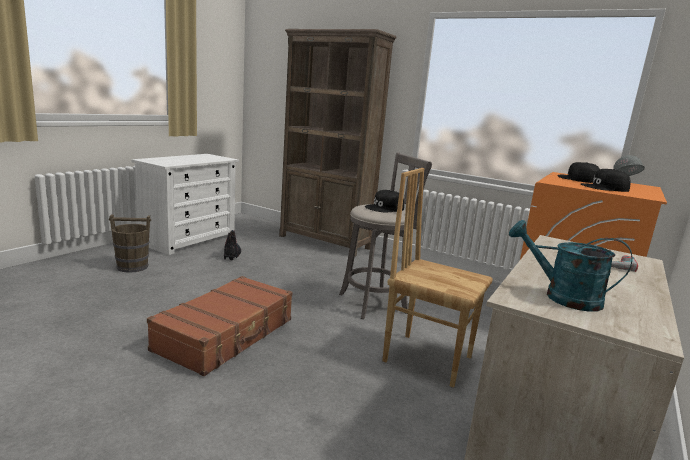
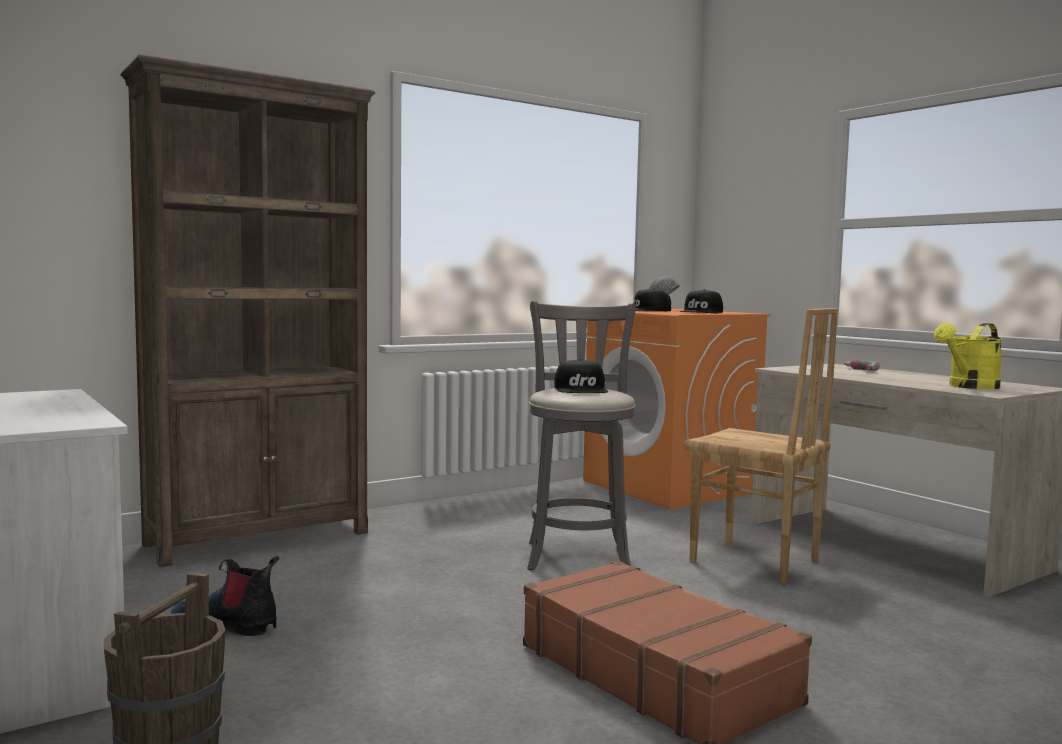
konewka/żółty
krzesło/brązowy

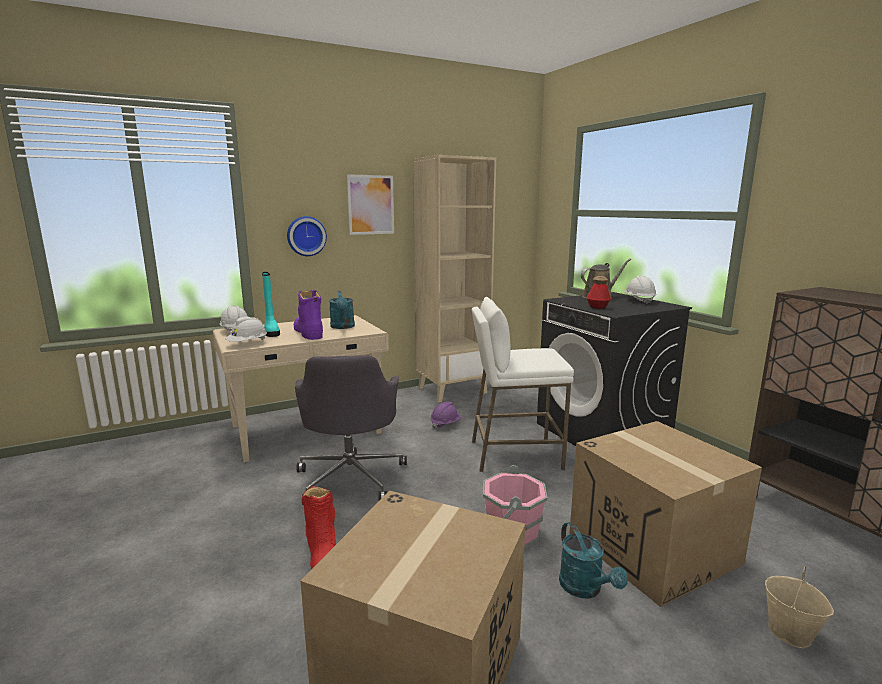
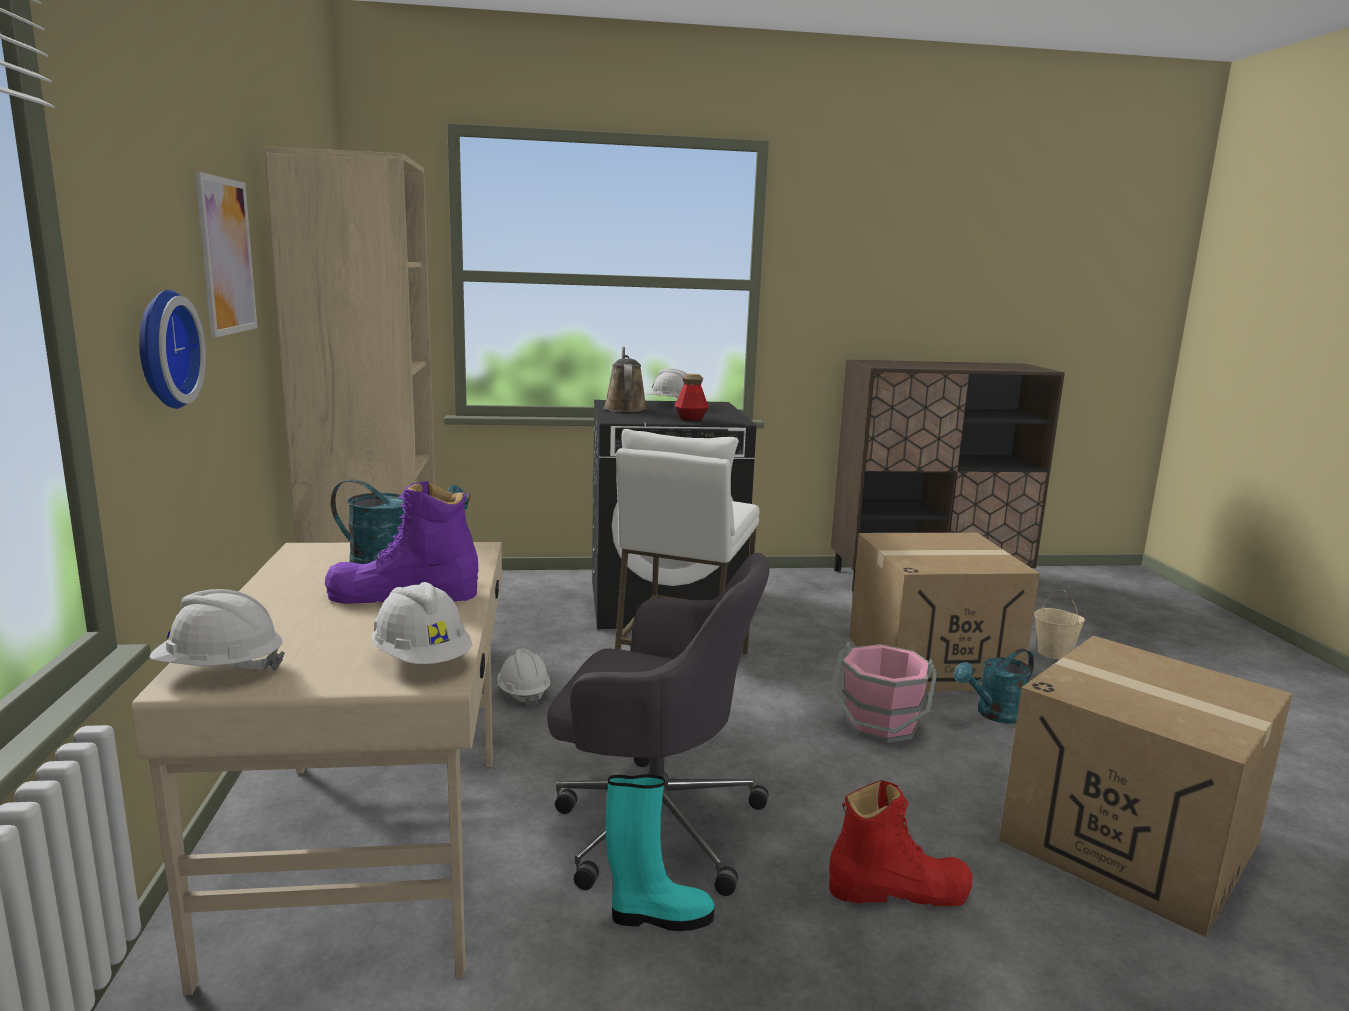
but z cholewką/turkusowy
kask/biały (no. 3 from left)
konewka/turkusowy (no. 2 from left)

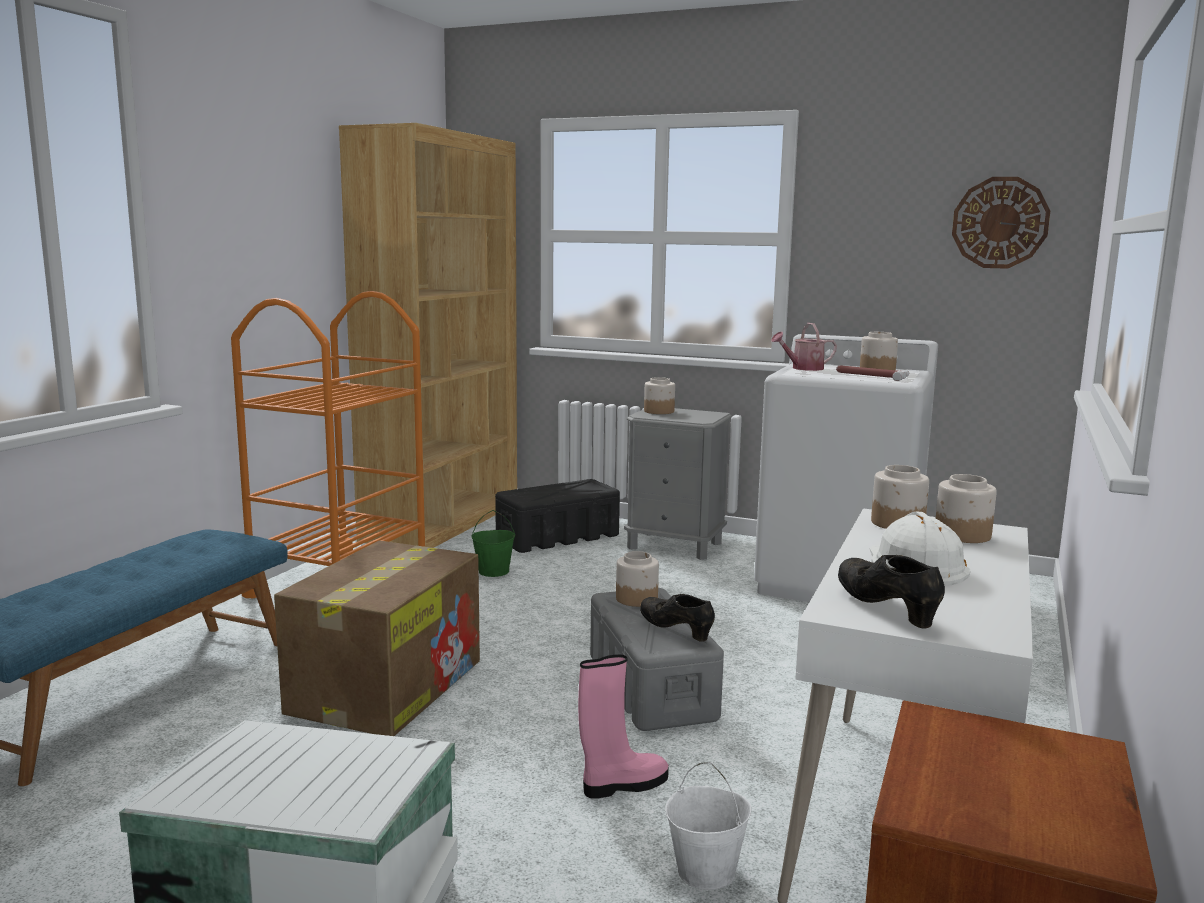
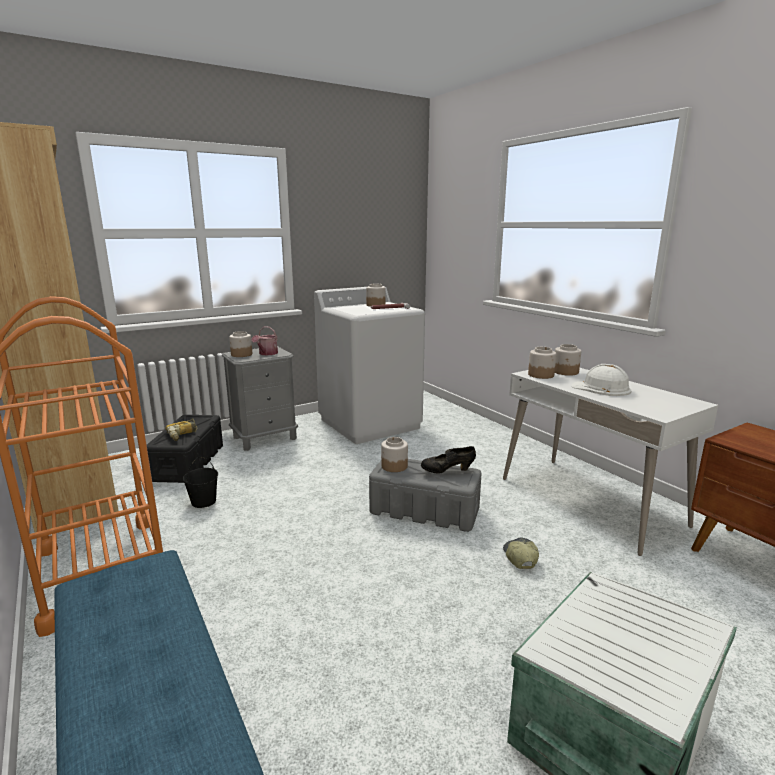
karton
wiadro/biały
but/czarny (no. 2 from left in the first image)
zegar ścienny
wiertarka
konewka
czapka z daszkiem
wiadro/czarny

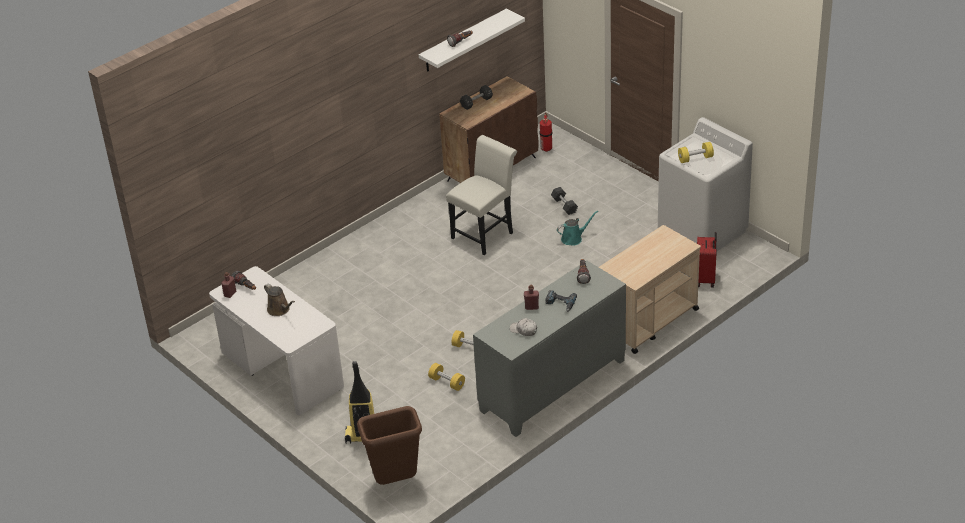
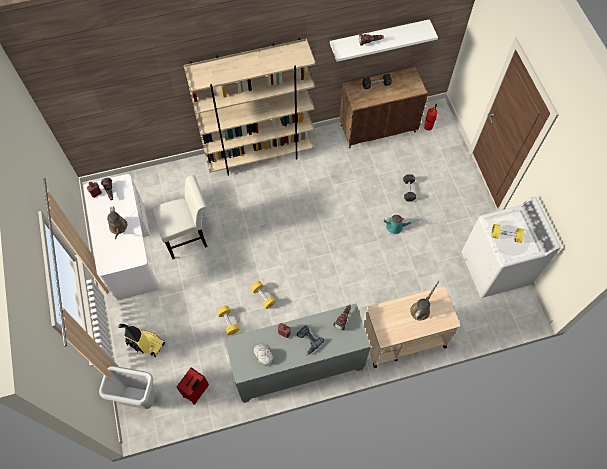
regał/beżowy
konewka/brązowy (no. 2 from left)
krzesło/biały
walizka/czerwony
kosz na śmieci/szary

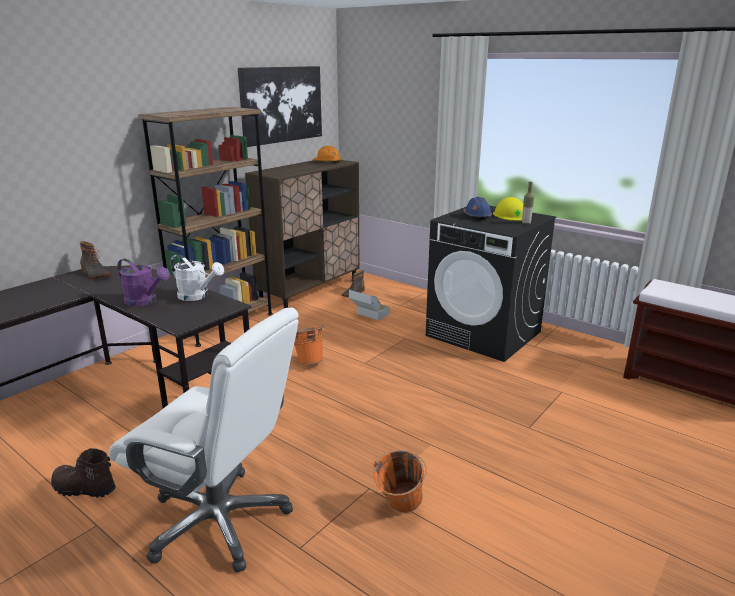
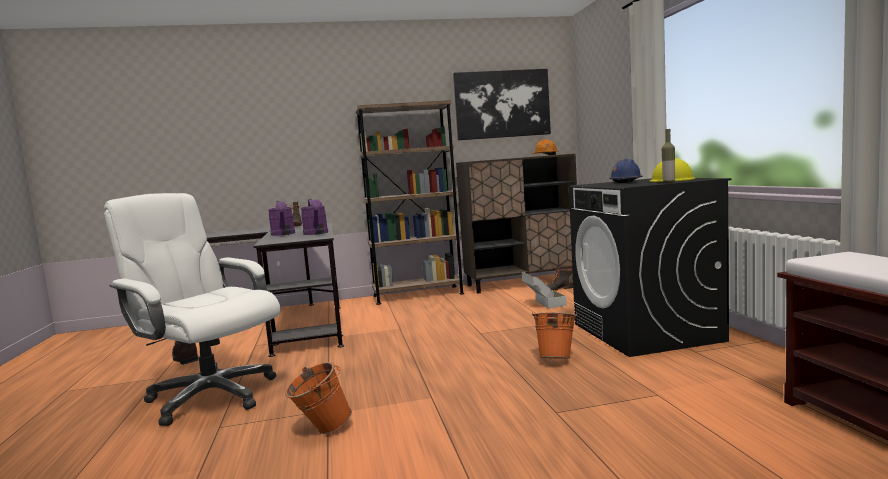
wiadro/pomarańczowy (no. 2 from left)
konewka/fioletowy (no. 2 from left)
krzesło biurowe/biały

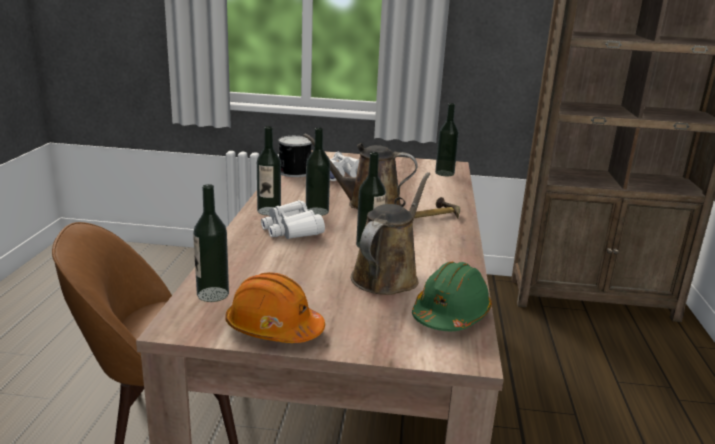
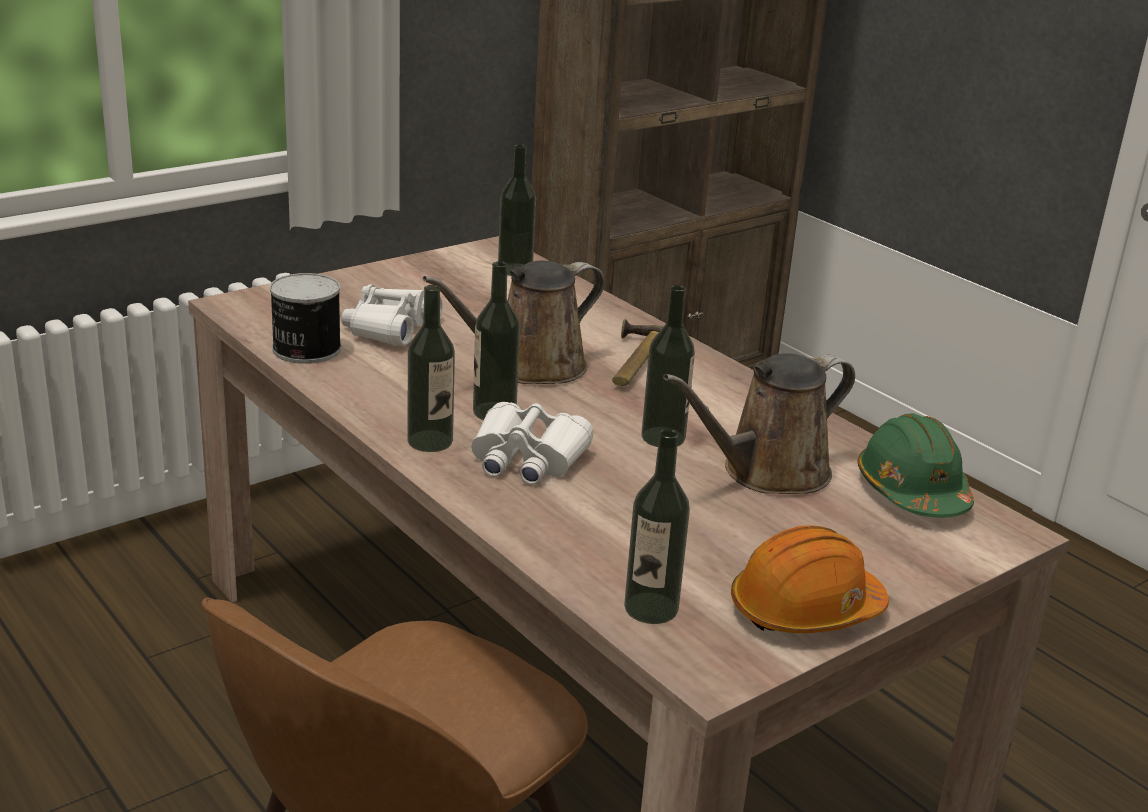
konewka/brązowy (no. 2 from left)

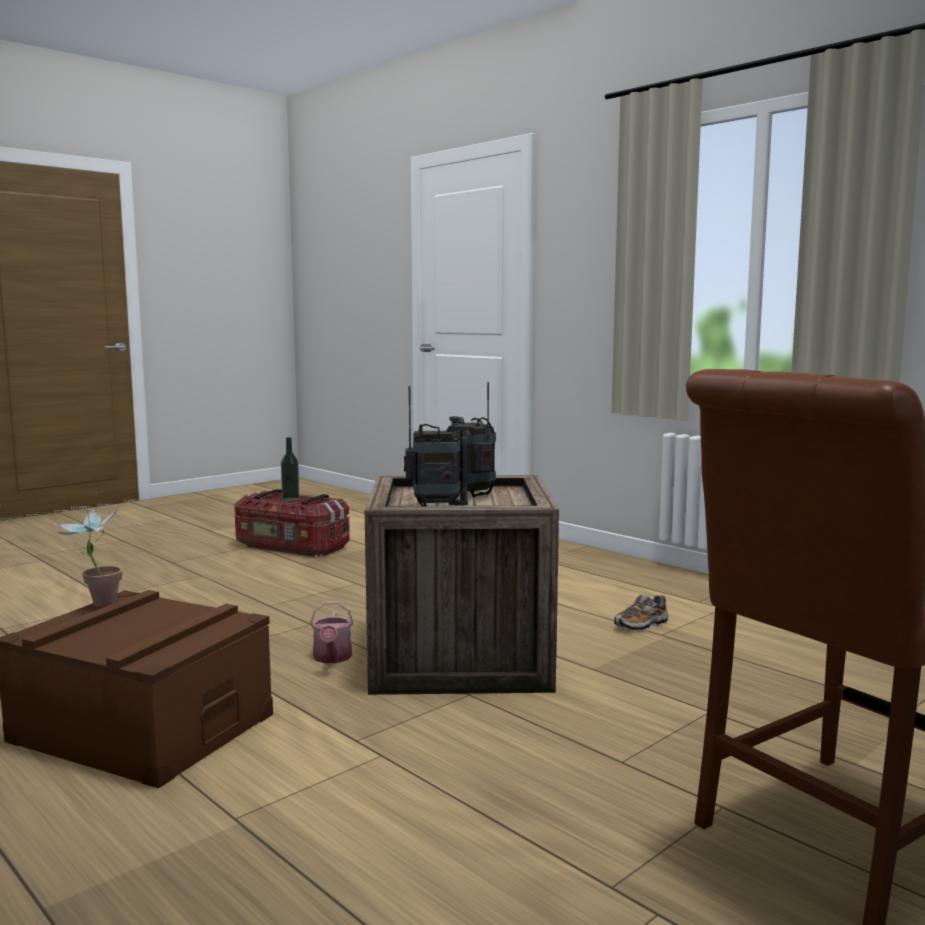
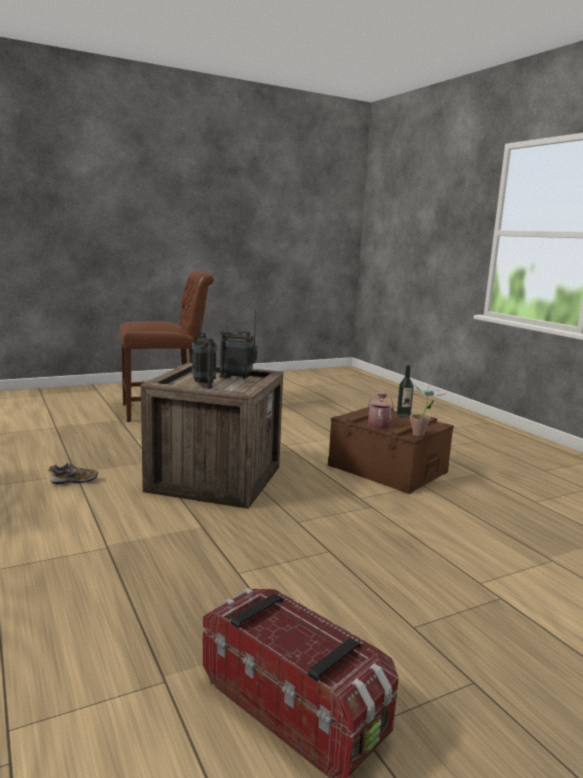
butelka
konewka

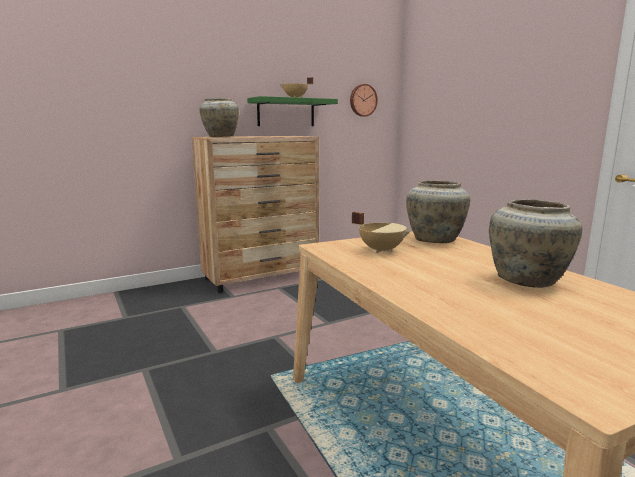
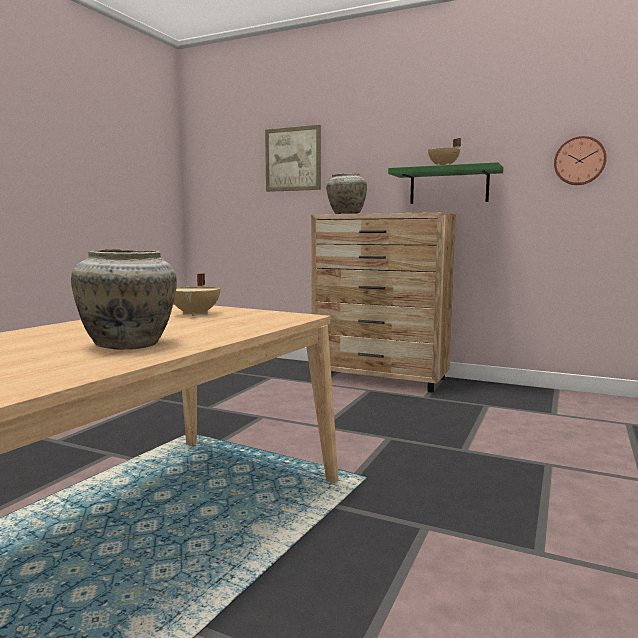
wazon/beżowy (no. 2 from left in the first image)
obraz

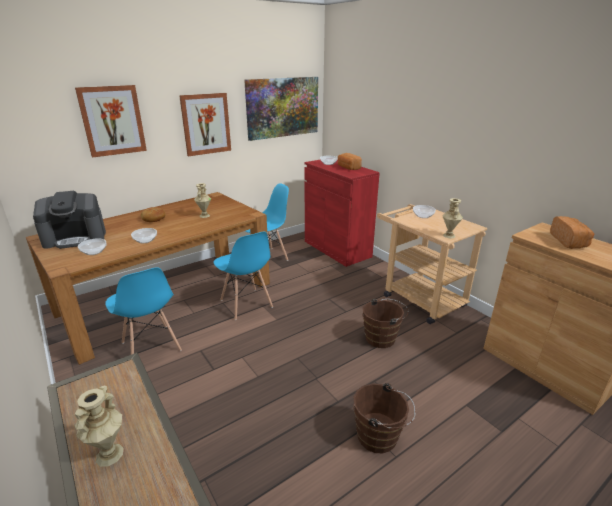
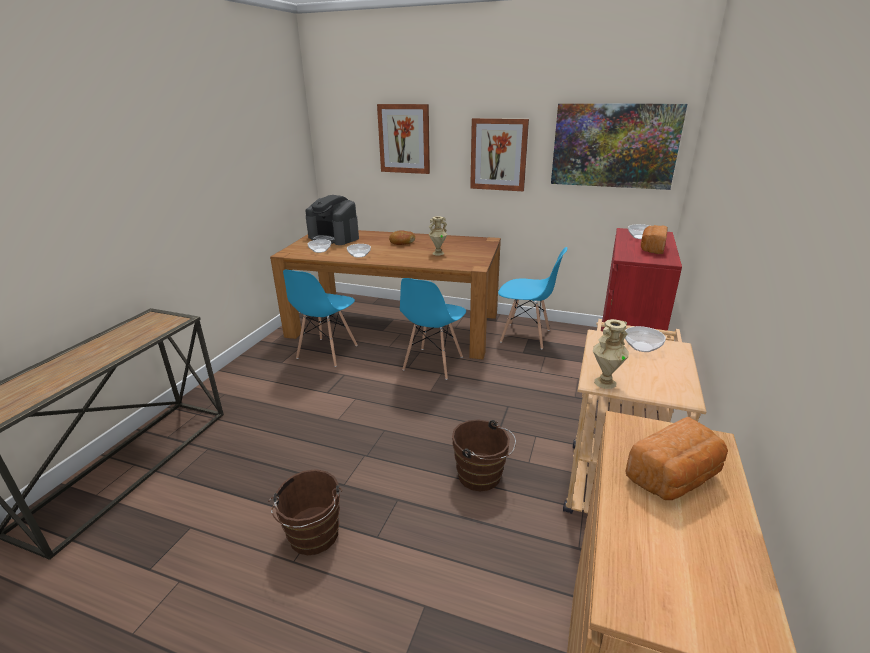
wazon/beżowy (no. 1 from left in the first image)

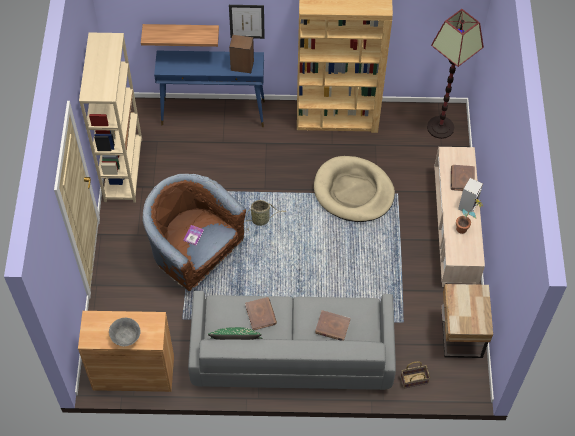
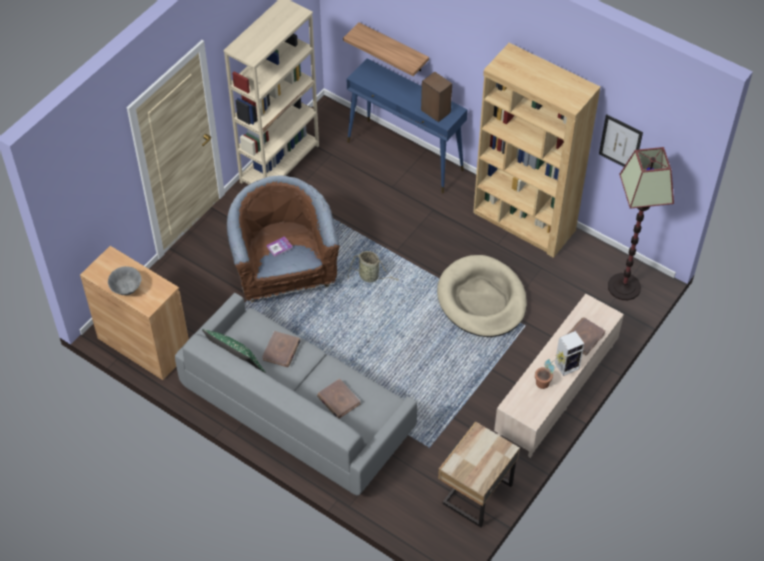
koszyk (no. 2 from left in the first image)
obraz

